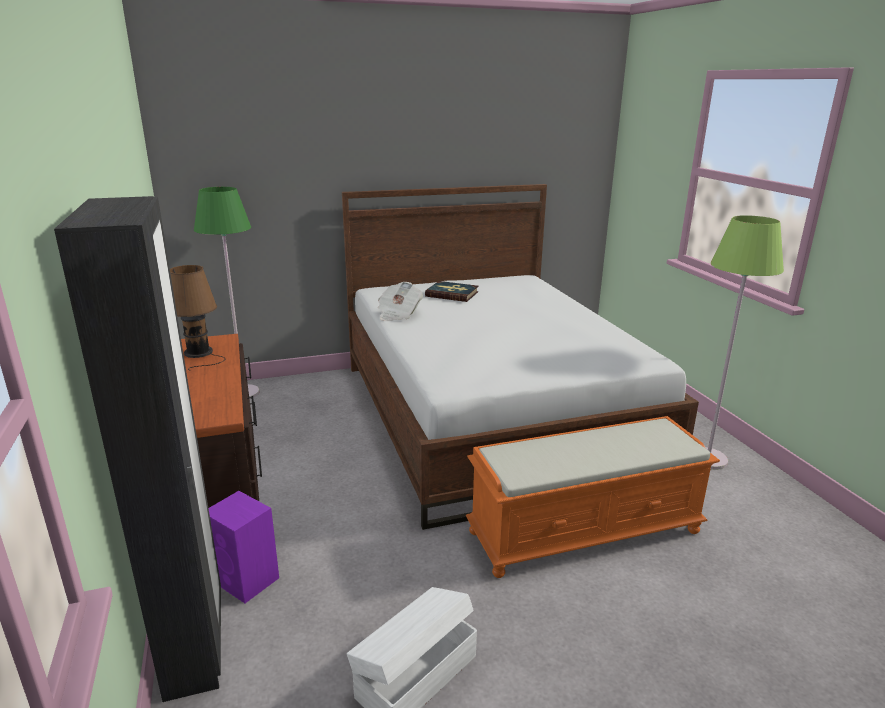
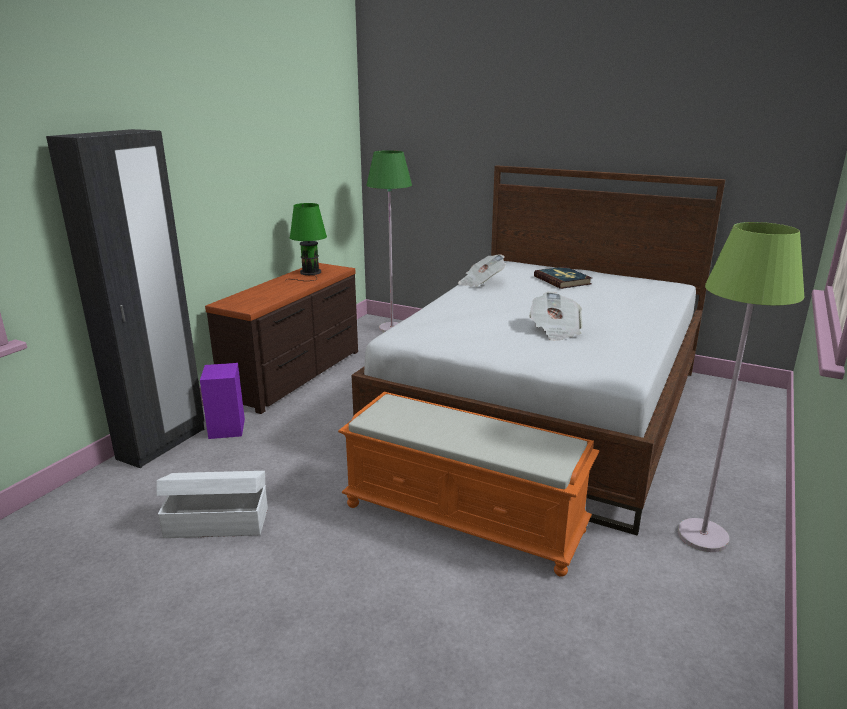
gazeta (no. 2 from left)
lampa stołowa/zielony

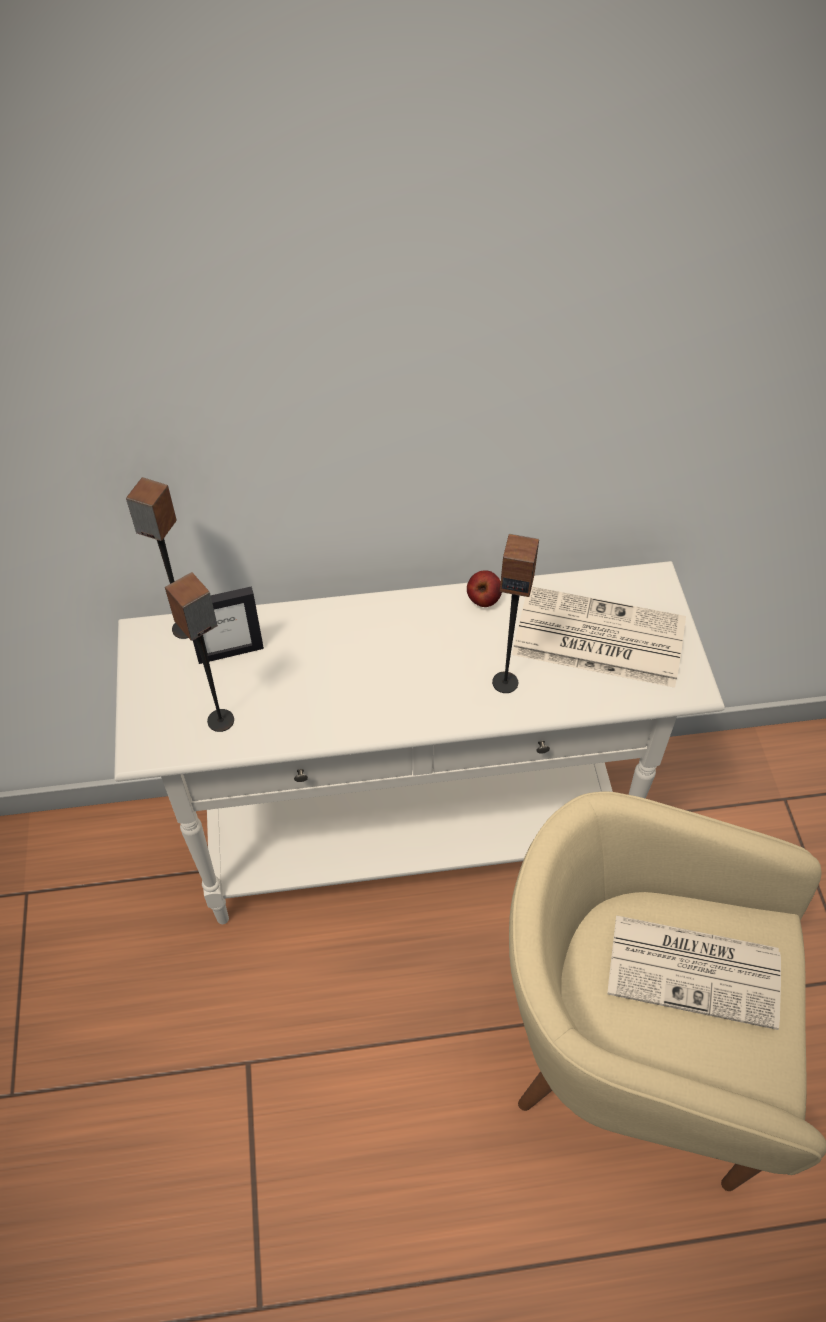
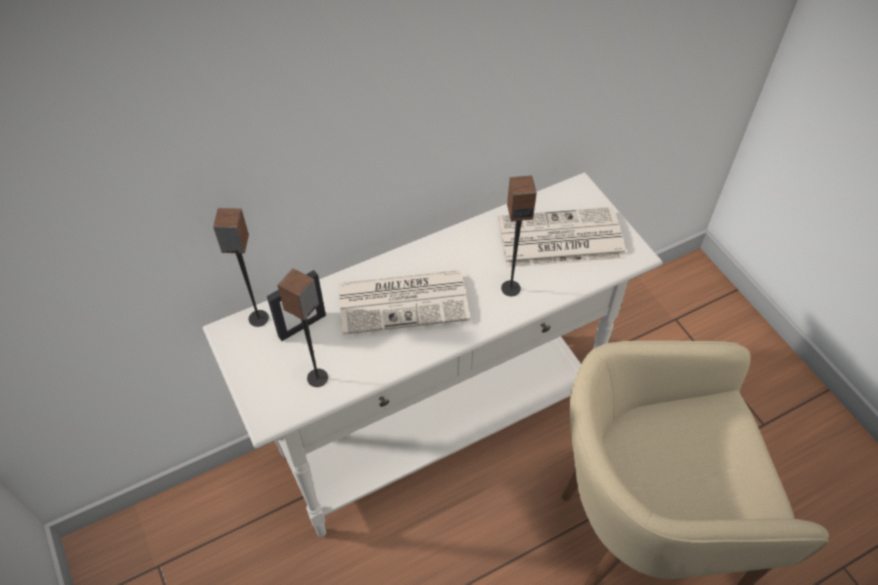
jabłko
gazeta (no. 1 from left)

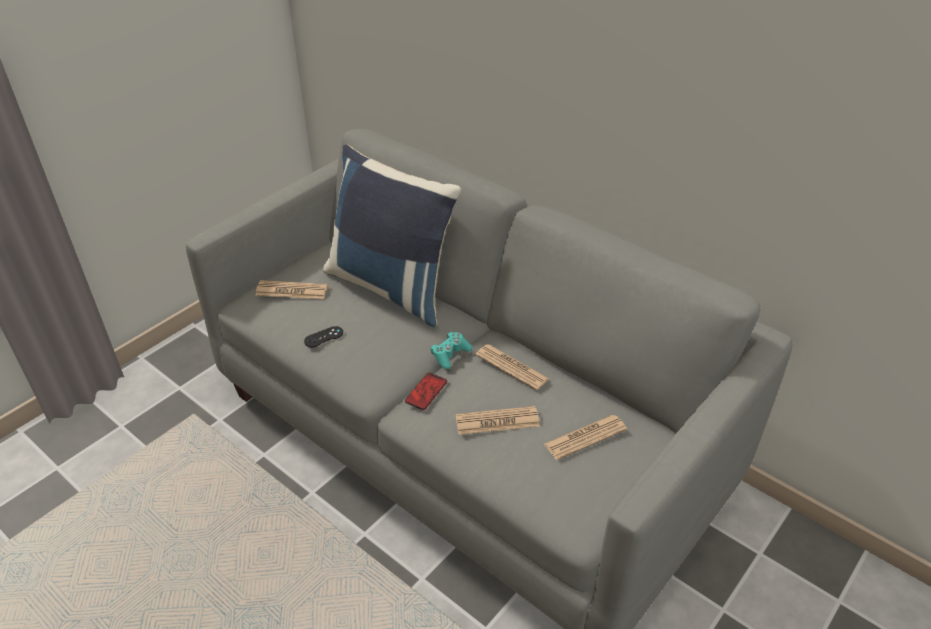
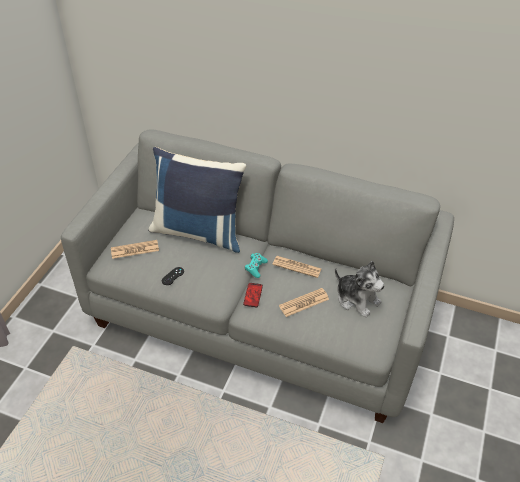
pluszak

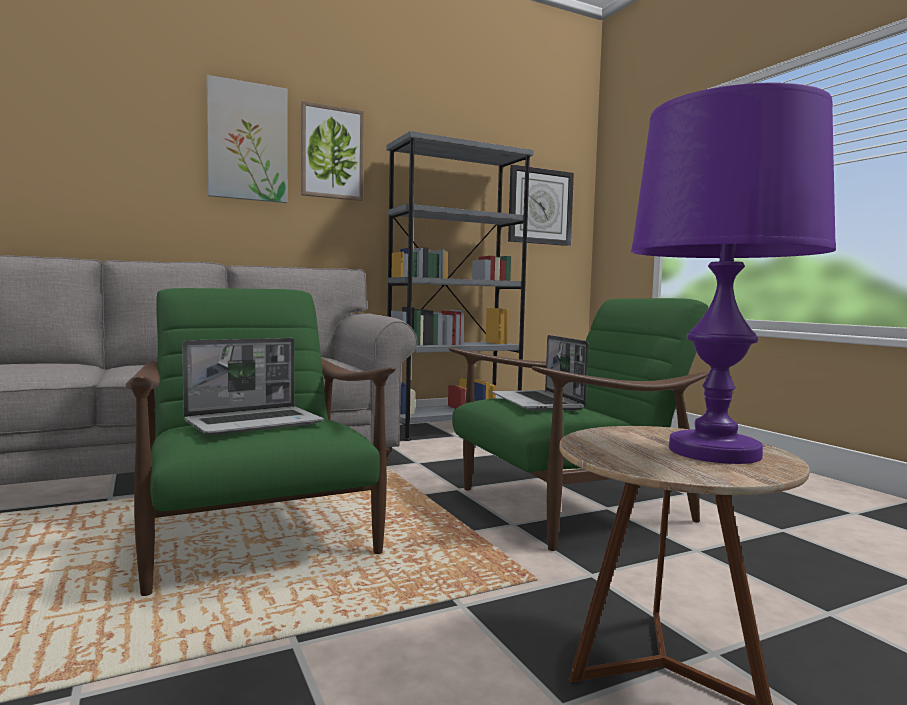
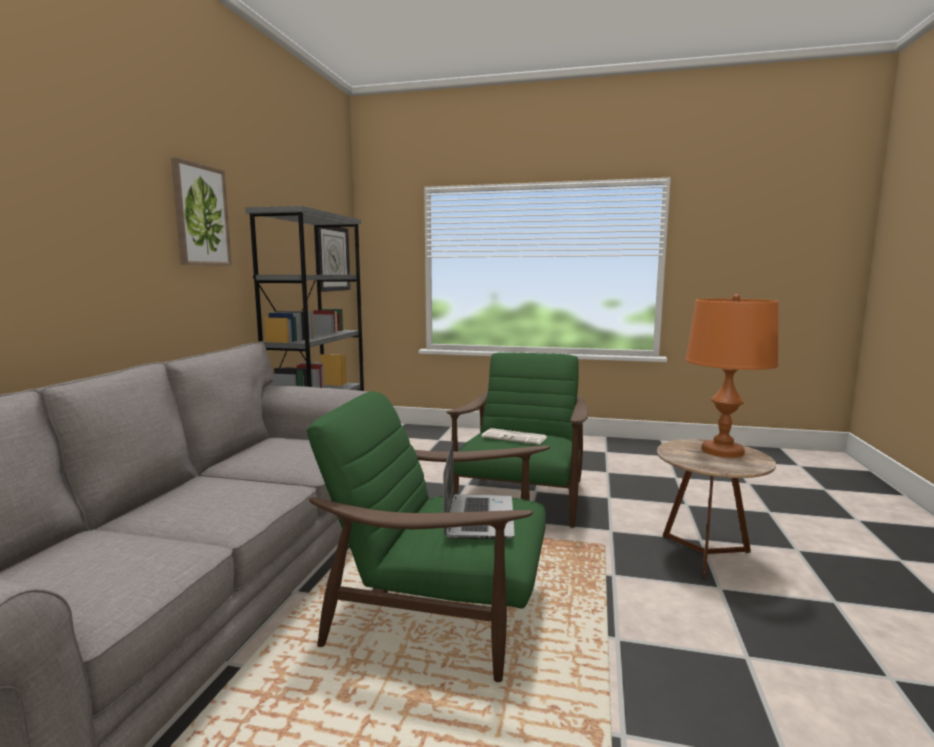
obraz (no. 1 from left in the first image)
gazeta
lampa stołowa/pomarańczowy

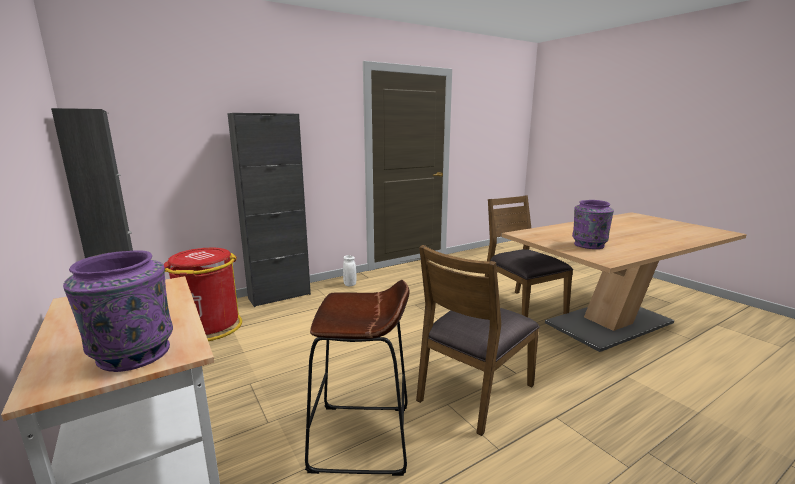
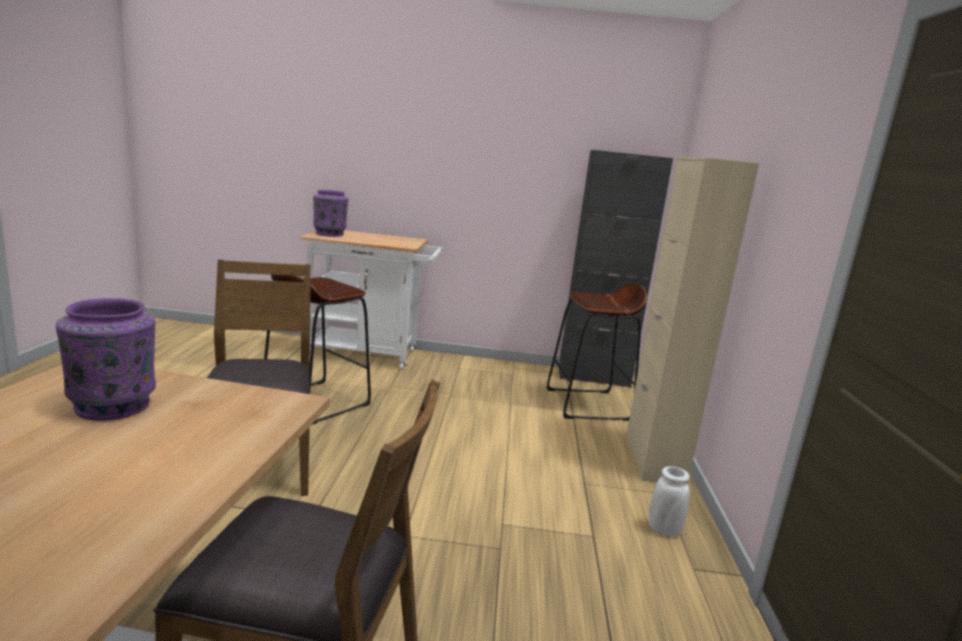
stołek/brązowy (no. 2 from left)
szafka/beżowy

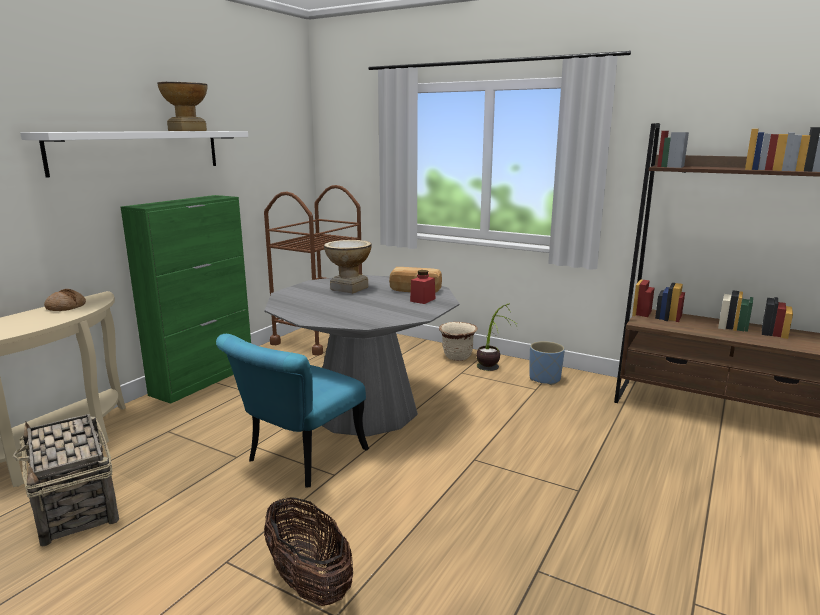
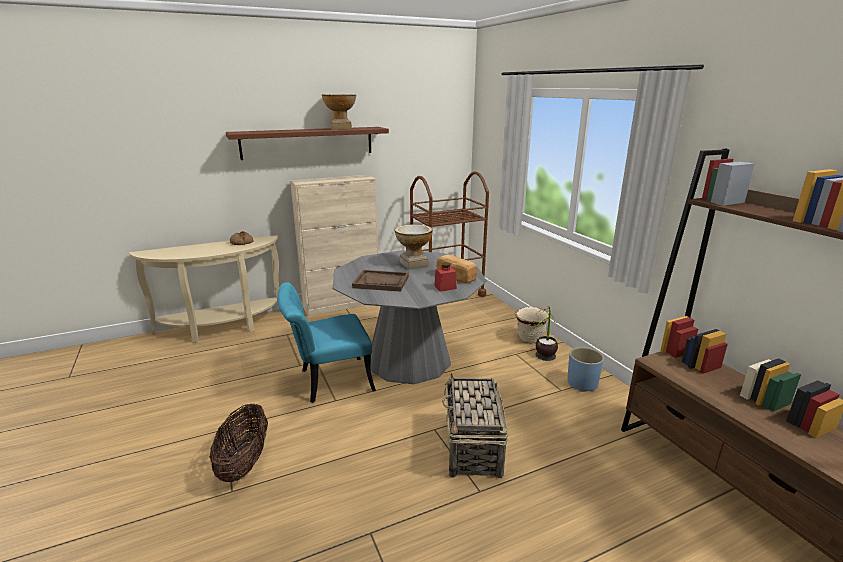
taca/brązowy
koszyk (no. 2 from left)
półka/brązowy
szafka/beżowy

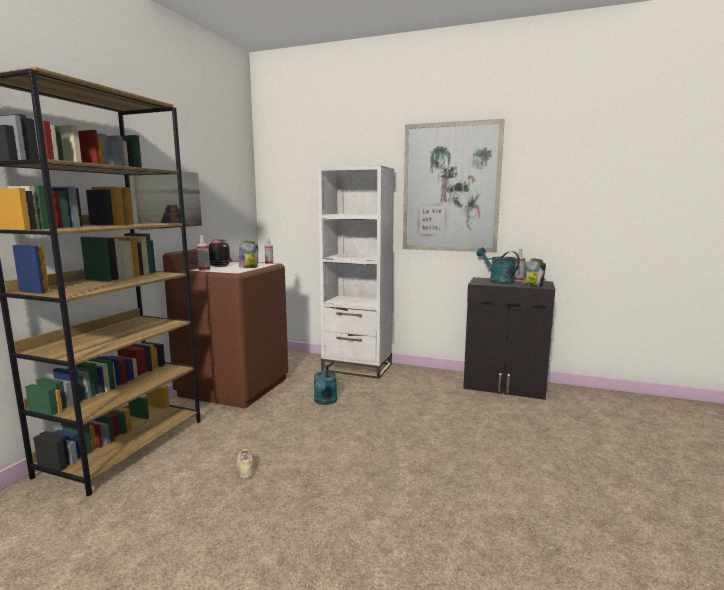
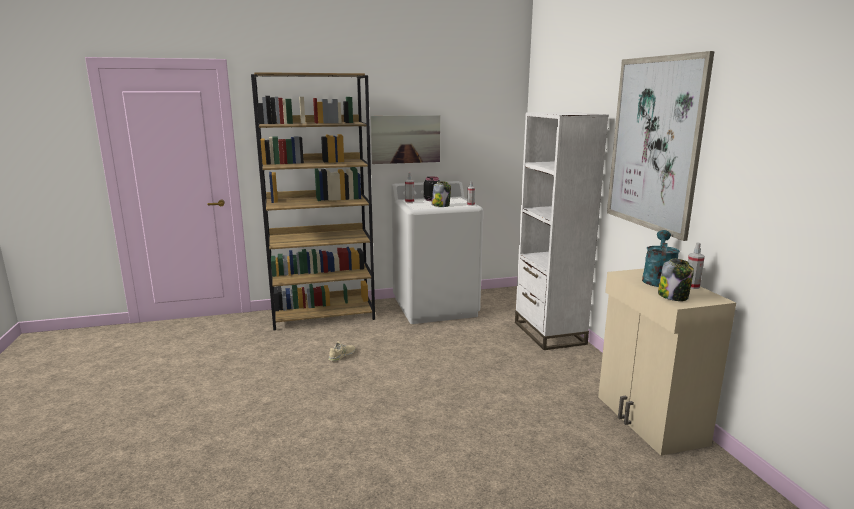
konewka/turkusowy (no. 1 from left in the first image)
pralka/biały
szafka/beżowy

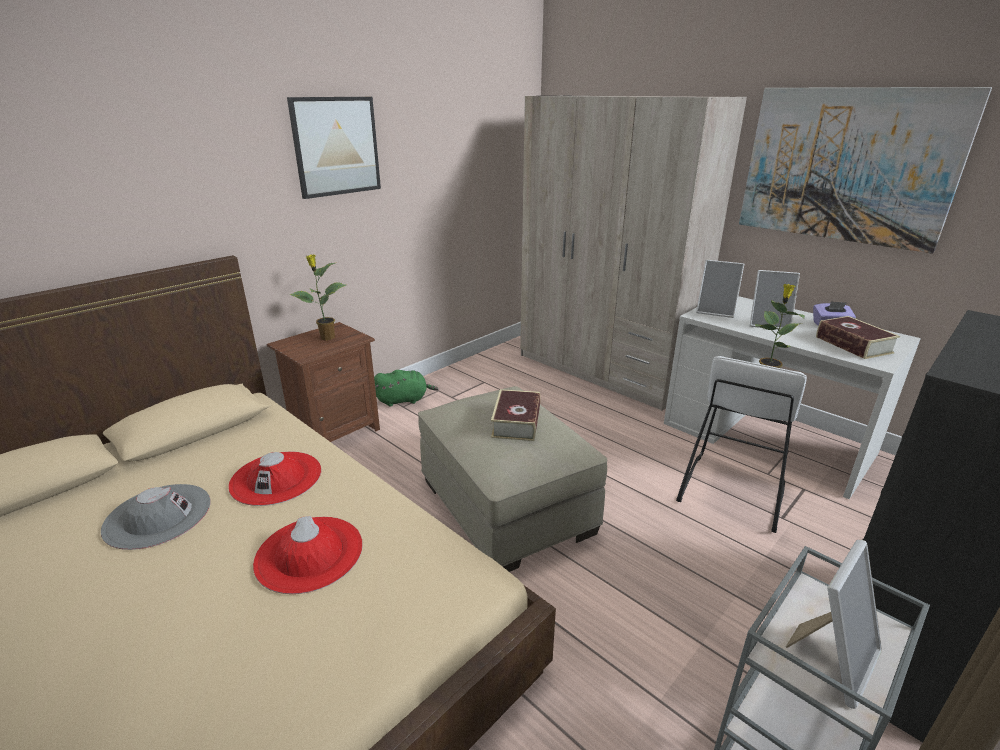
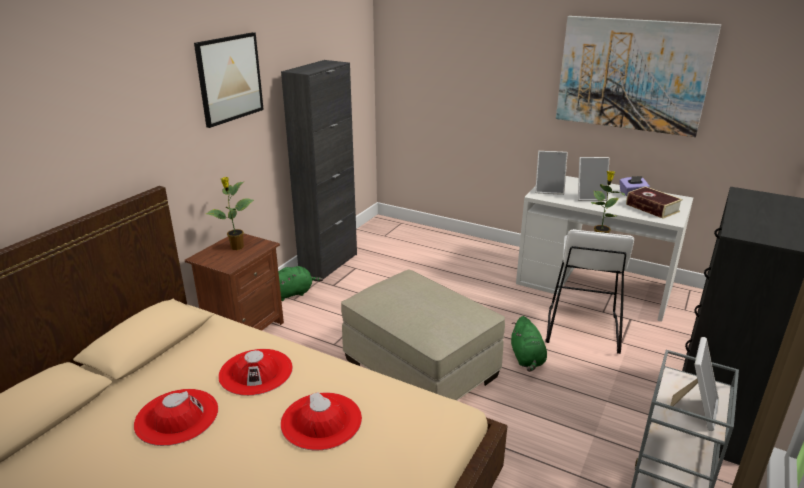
książka (no. 1 from left in the first image)
szafa/beżowy
szafka/czarny
pluszak/zielony (no. 2 from left)
kapelusz/czerwony (no. 1 from left)

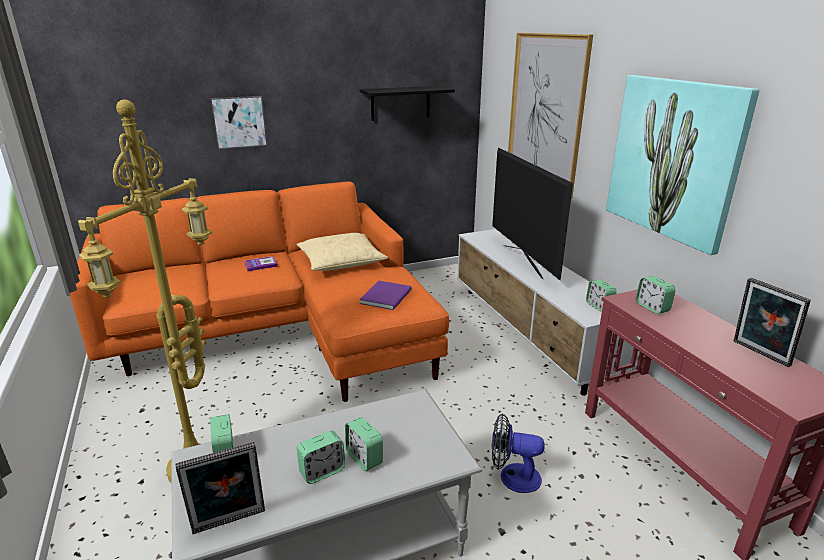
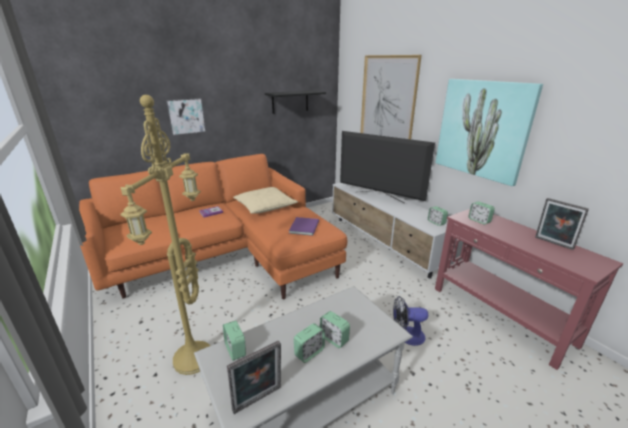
telewizor

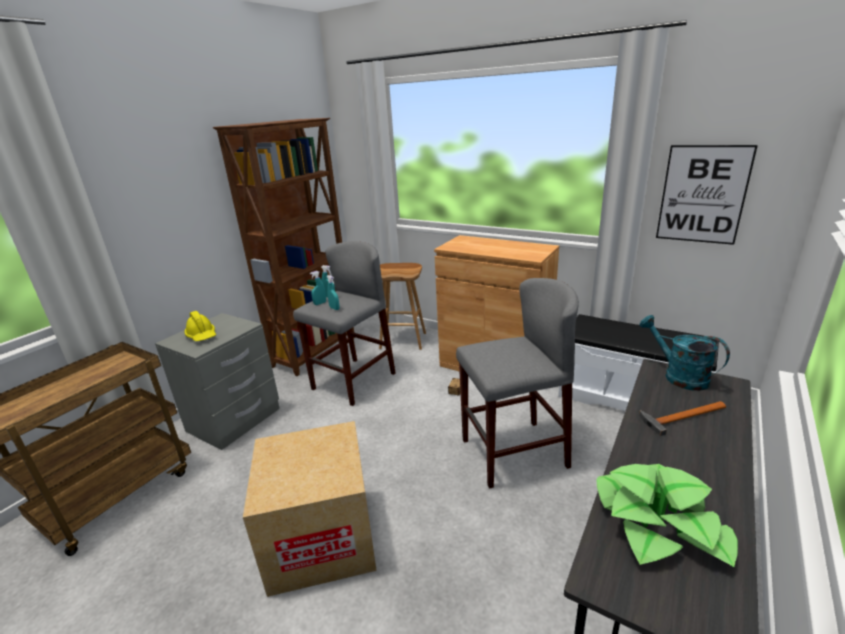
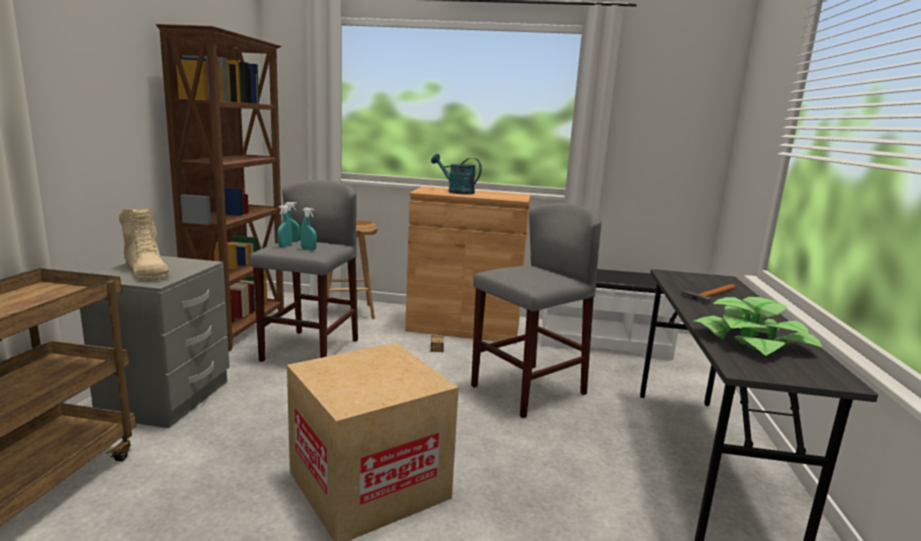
obraz
konewka/turkusowy
but z cholewką/beżowy

